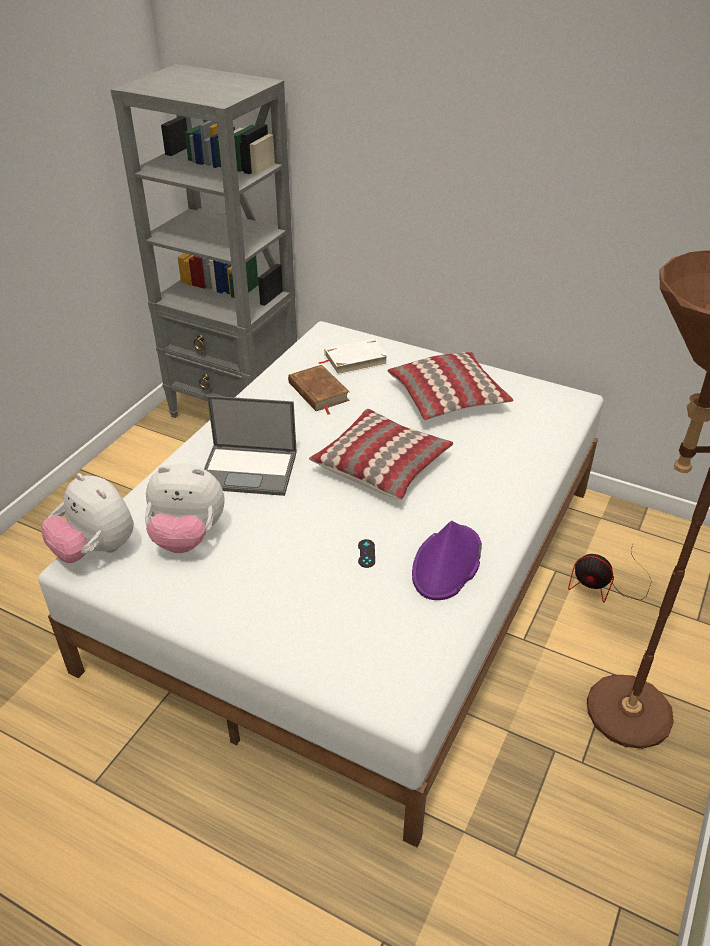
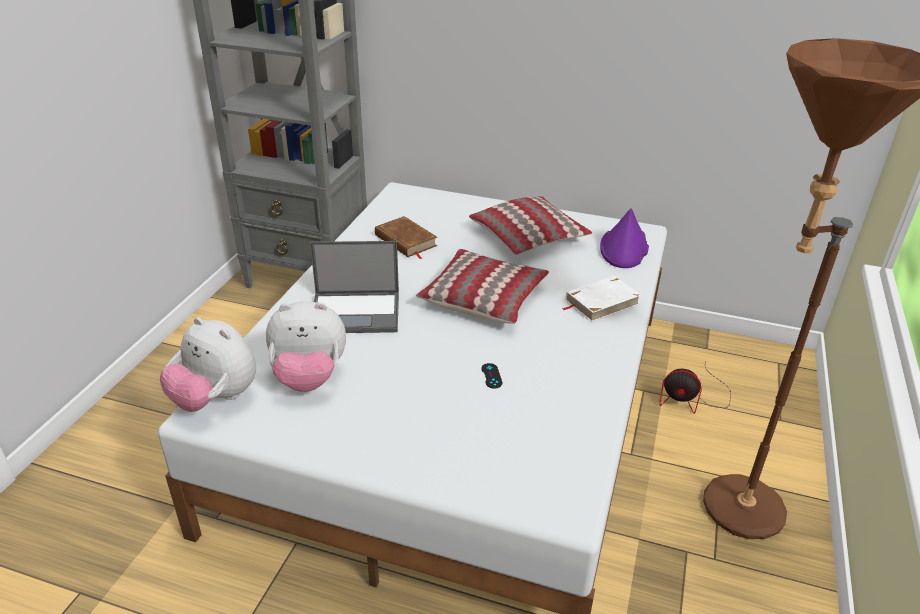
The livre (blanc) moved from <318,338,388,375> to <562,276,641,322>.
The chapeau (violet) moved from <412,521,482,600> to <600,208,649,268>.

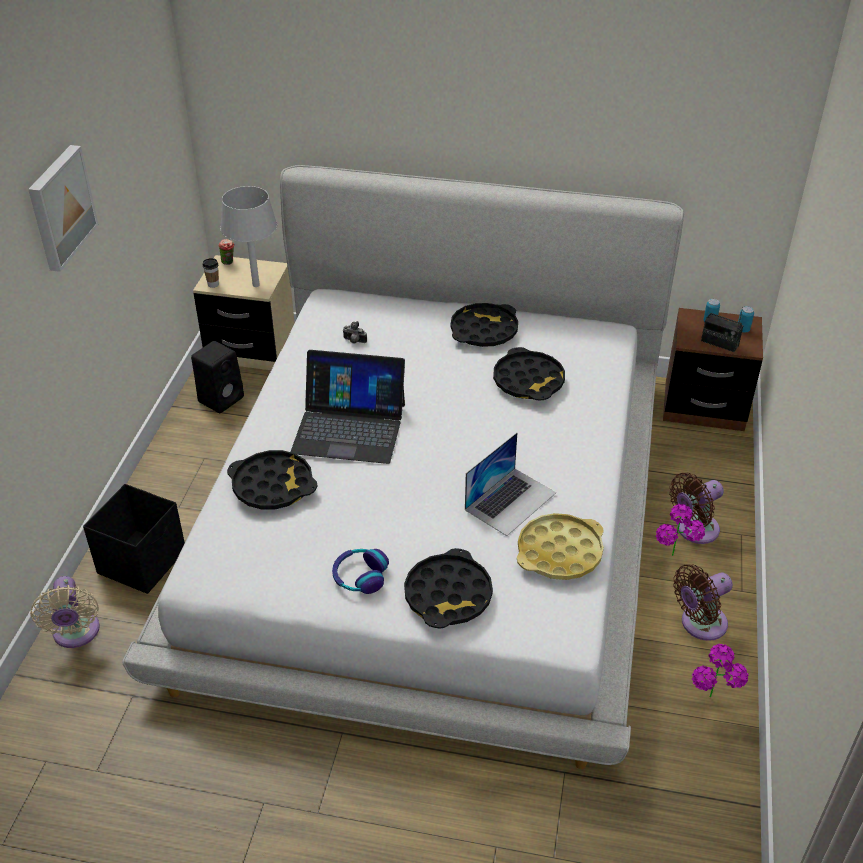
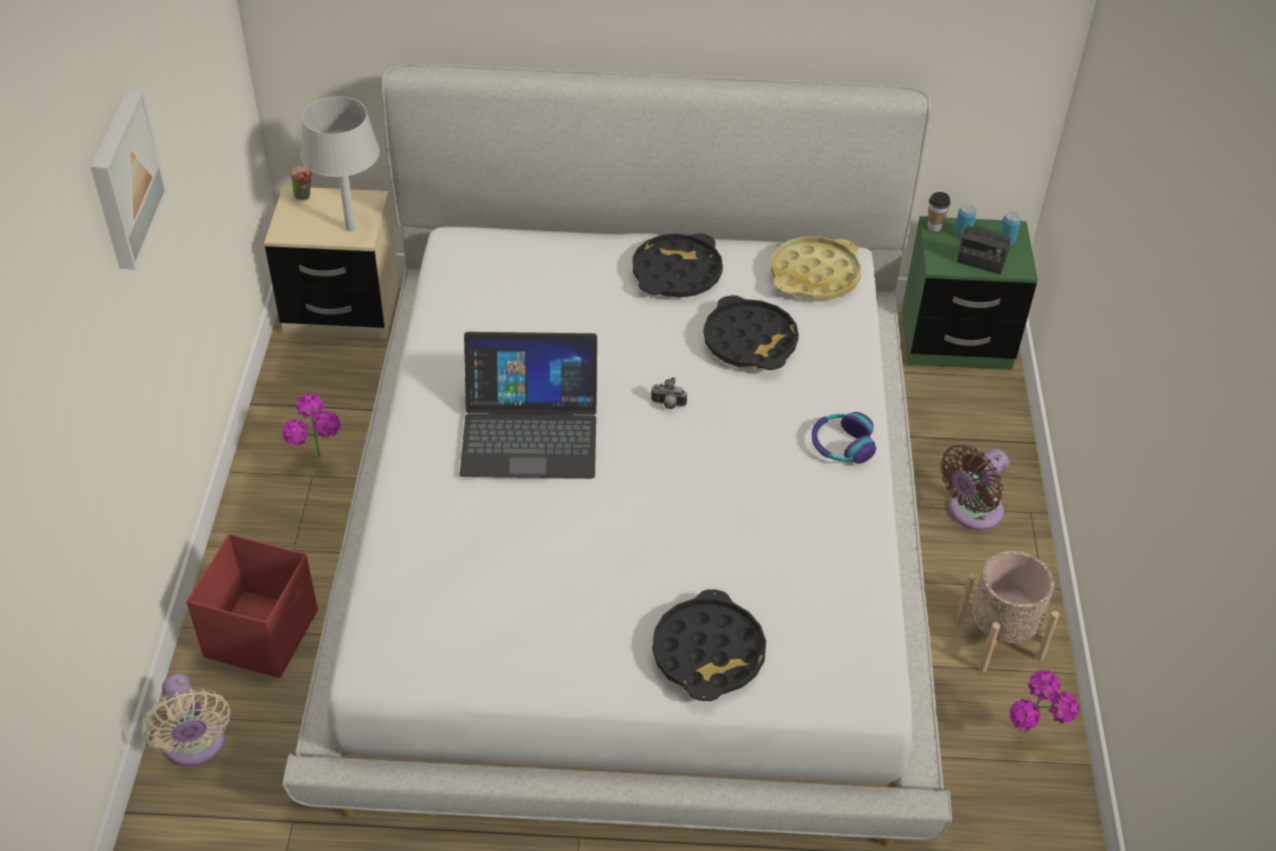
The boîte de rangement (noir) at <83,484,185,594> became the boîte de rangement (rouge) at <186,534,318,678>.
The plante en pot moved from <656,504,705,556> to <282,393,341,457>.
The appareil photo moved from <342,321,367,343> to <651,377,687,409>.
The plateau (jaune) moved from <517,513,604,580> to <771,236,861,300>.
The casque audio moved from <332,549,389,594> to <812,412,876,464>.
The table de chevet (marron) at <663,308,763,431> became the table de chevet (vert) at <902,216,1038,370>.
The tasse moved from <203,258,219,288> to <927,192,950,231>.
The ventilateur (marron) at <673,564,733,641> was replaced by the cache-pot (beige) at <956,551,1059,673>.
The enceinte (noir) at <191,341,244,413> disappeared.
The plateau (noir) at <227,450,317,509> disappeared.
The ordinateur portable at <465,432,556,536> disappeared.

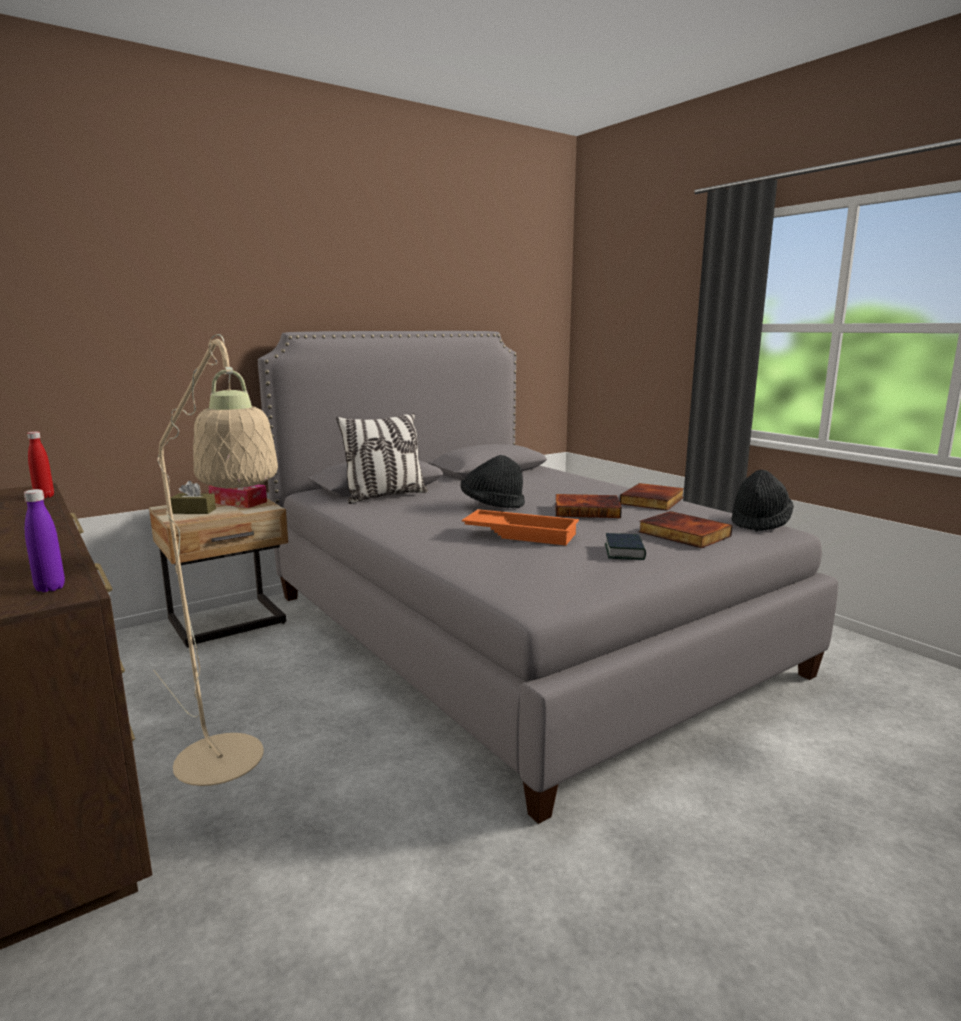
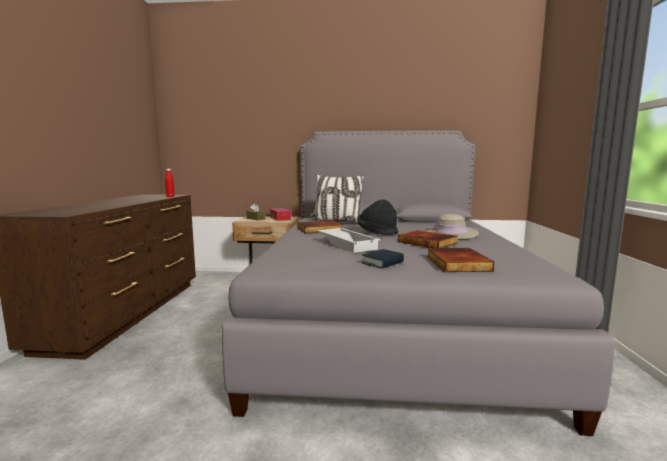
The livre moved from <620,483,684,511> to <297,221,342,234>.
The plateau (orange) at <462,509,579,546> became the plateau (blanc) at <317,228,380,253>.
The chapeau (beige) at <426,214,479,239> appeared.
The bouteille (violet) at <24,489,65,592> disappeared.
The lampadaire (beige) at <153,334,278,786> disappeared.
The chapeau (noir) at <732,470,794,531> disappeared.

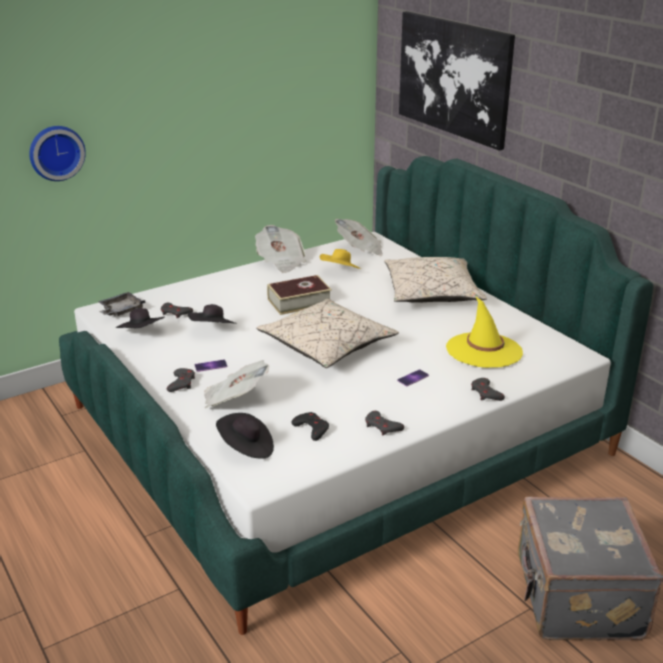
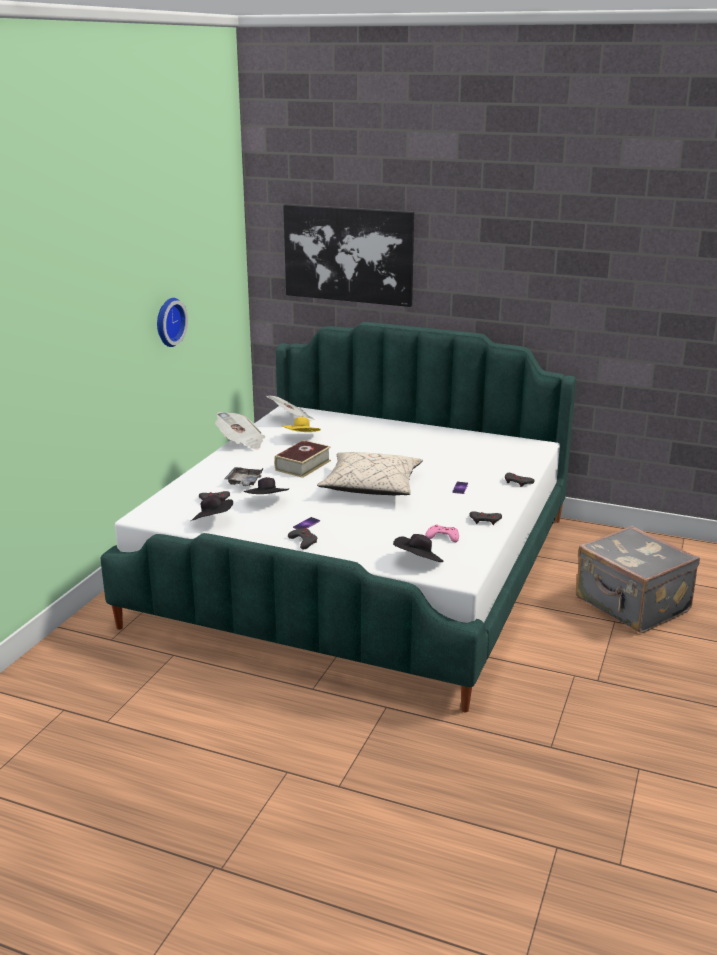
The horloge murale moved from <29,126,86,181> to <157,298,188,347>.
The plateau (gris) moved from <98,292,146,316> to <224,467,263,486>.
The manette (noir) at <291,412,329,441> became the manette (rose) at <425,524,459,542>.
The journal at <204,360,269,408> disappeared.
The coussin (beige) at <384,257,487,303> disappeared.
The chapeau (jaune) at <446,297,523,368> disappeared.

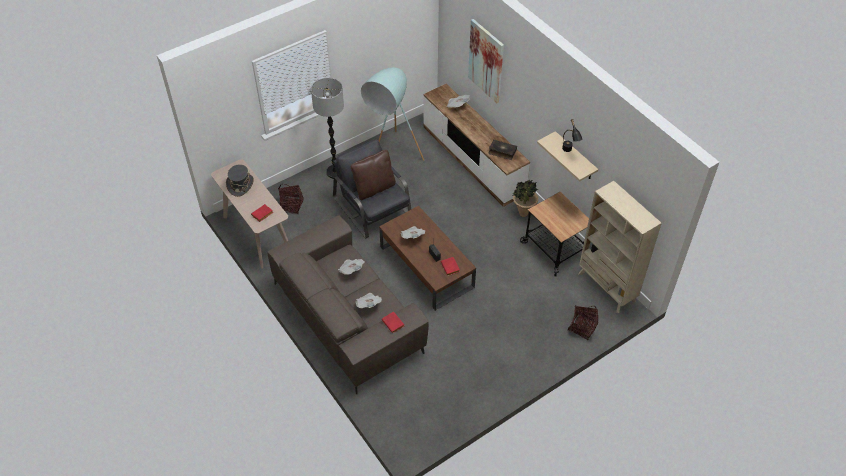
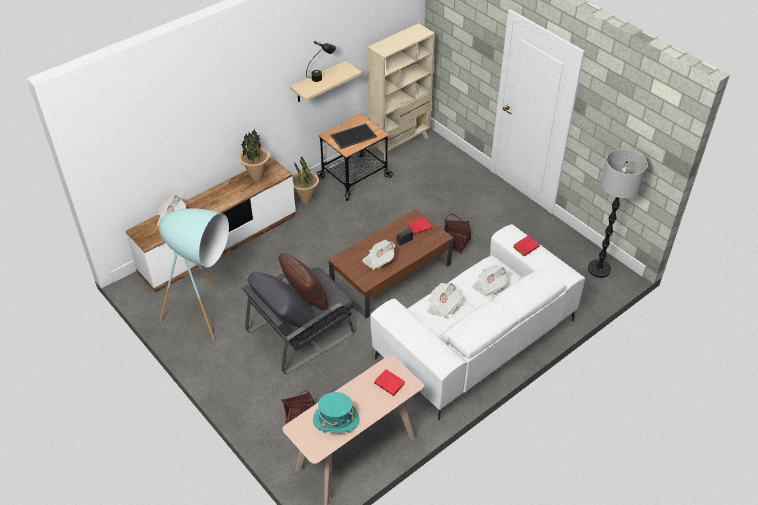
The livre at <488,140,517,160> was replaced by the plante en pot at <239,129,269,181>.
The chapeau (gris) at <226,164,254,197> became the chapeau (turquoise) at <313,392,360,433>.
The plateau at <330,123,377,149> appeared.
The canapé (marron) at <267,215,429,394> became the canapé (blanc) at <370,224,585,420>.
The panier moved from <568,305,598,340> to <444,214,471,254>.
The lampadaire moved from <311,78,344,179> to <588,149,648,278>.
The tableau at <468,19,504,103> disappeared.

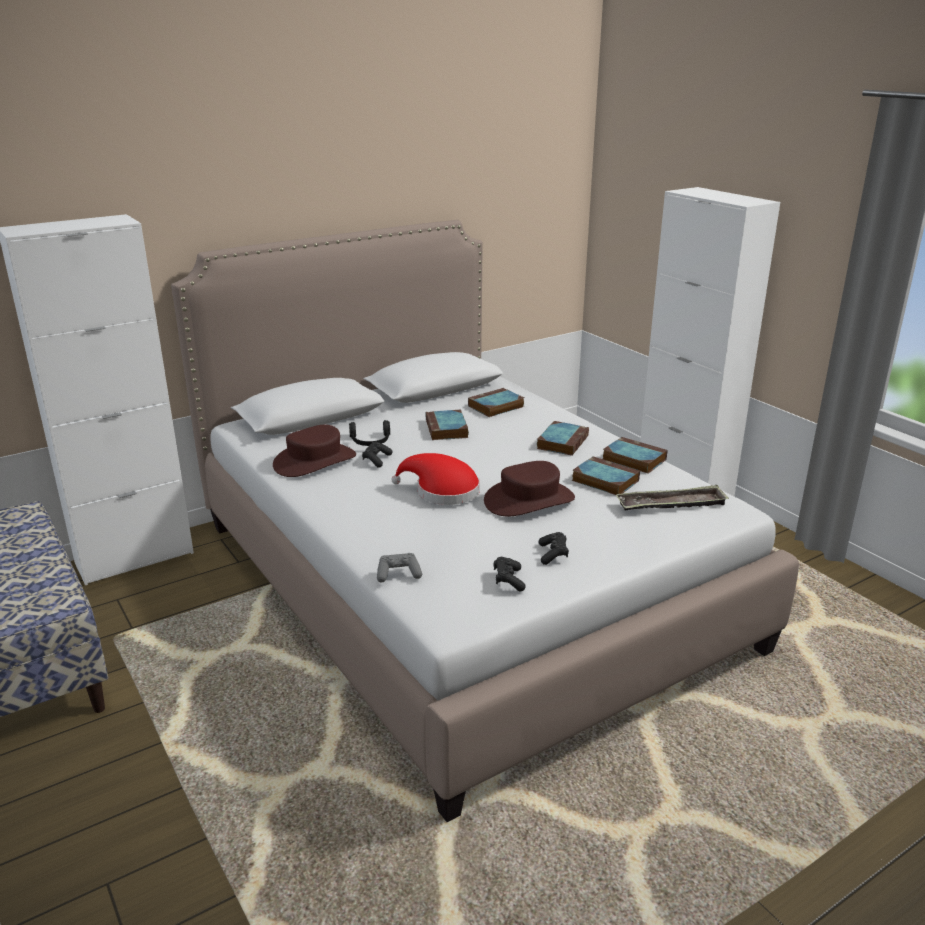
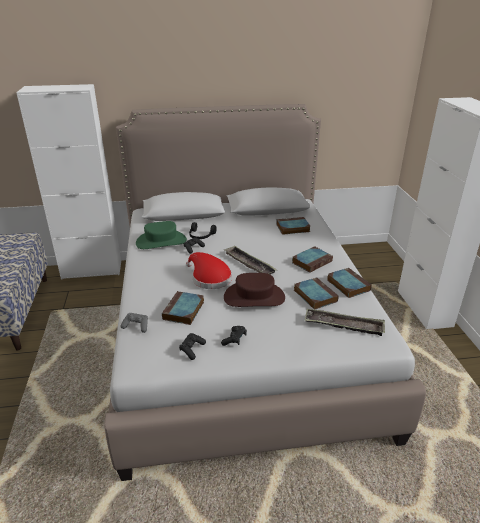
The chapeau (marron) at <273,425,356,477> became the chapeau (vert) at <136,221,187,249>.
The livre moved from <425,410,469,440> to <162,291,204,325>.
The plateau at <224,246,277,275> appeared.

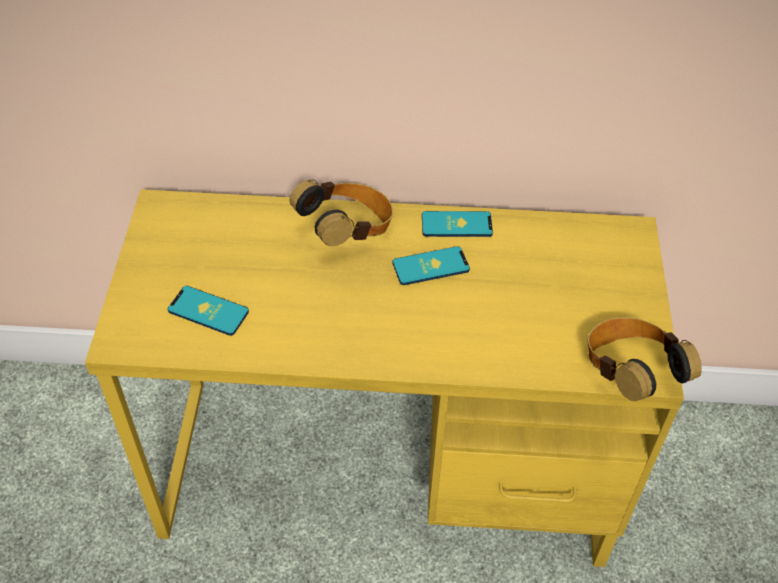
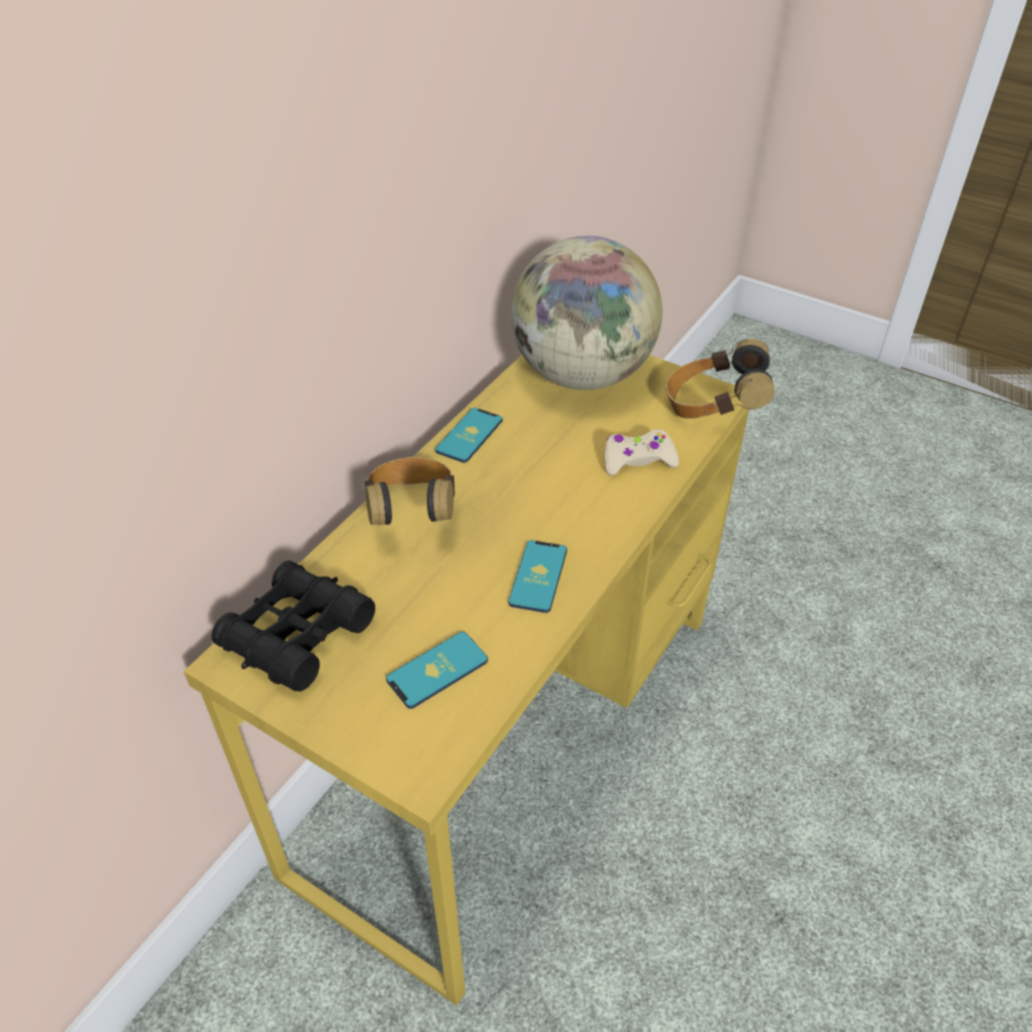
The jumelles (noir) at <212,560,375,691> appeared.
The téléphone moved from <392,246,470,285> to <508,540,567,613>.
The globe at <511,236,662,390> appeared.
The manette (beige) at <604,429,679,476> appeared.

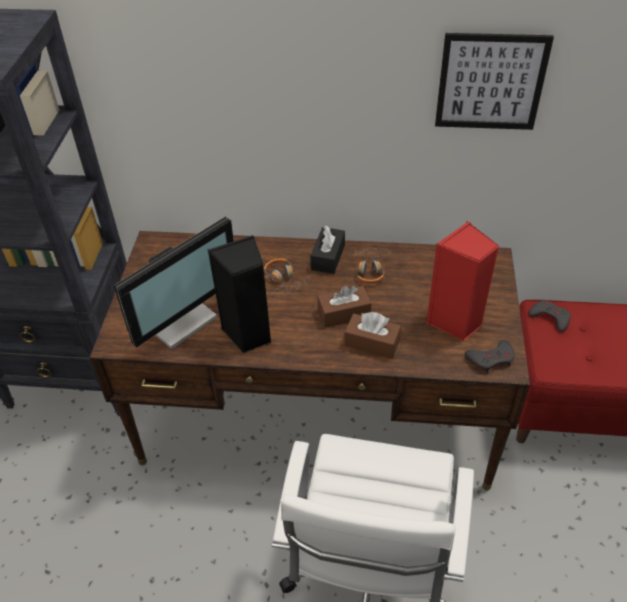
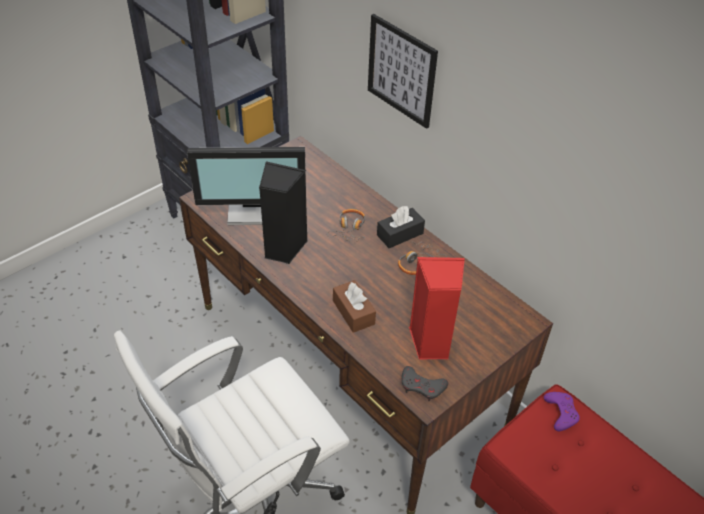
The tableau moved from <435,33,554,130> to <368,14,438,129>.
The manette (gris) at <528,300,570,332> became the manette (violet) at <544,392,580,431>.
The boîte à mouchoirs (marron) at <317,286,372,328> disappeared.

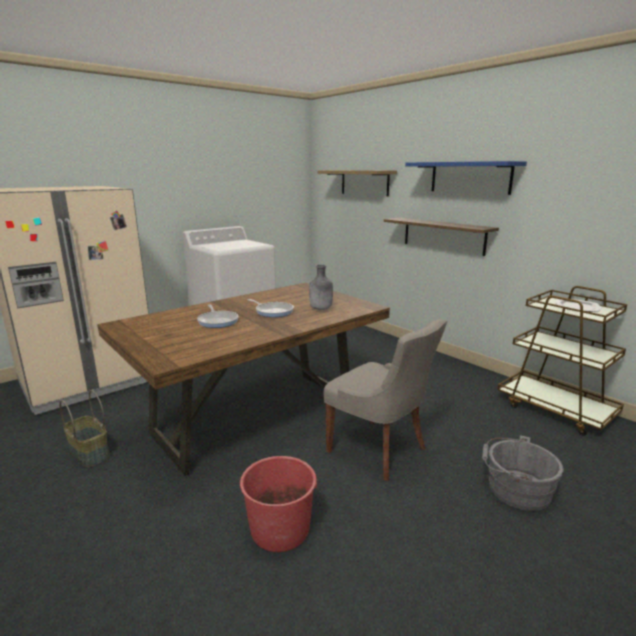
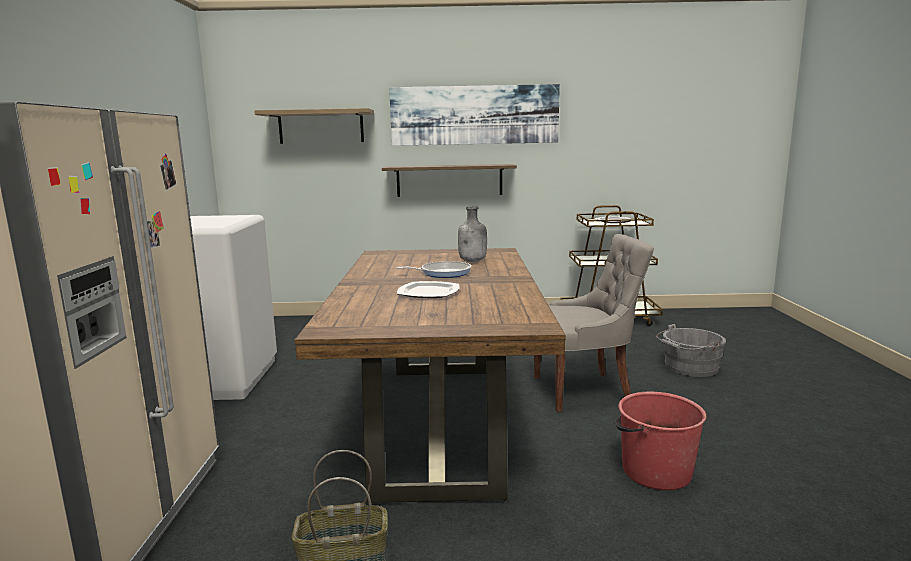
The étagère (bleu) at <405,161,527,195> was replaced by the tableau at <389,84,560,146>.
The poêle at <197,305,238,328> was replaced by the assiette at <397,281,460,298>.

